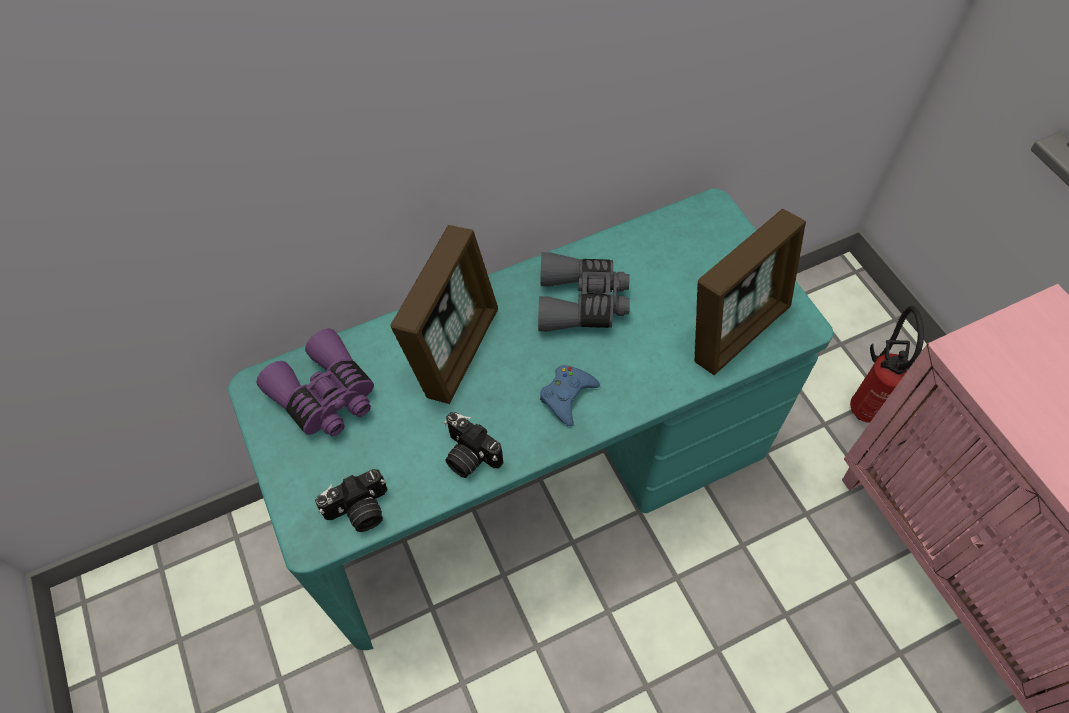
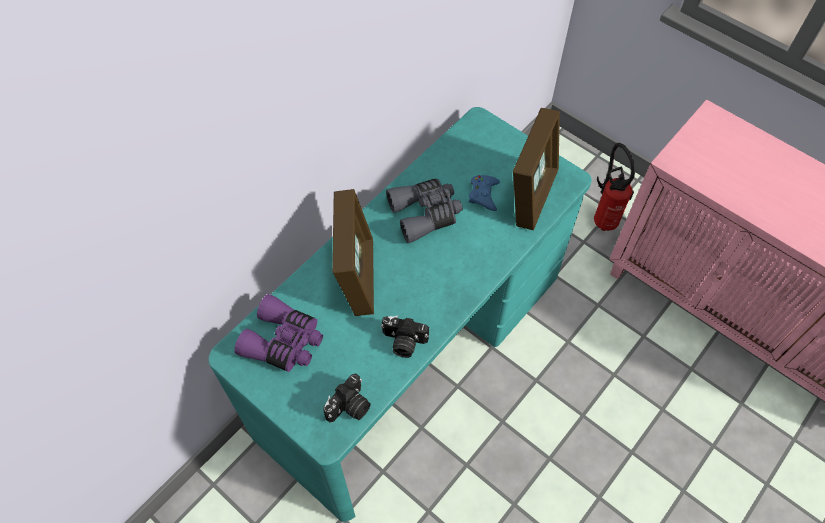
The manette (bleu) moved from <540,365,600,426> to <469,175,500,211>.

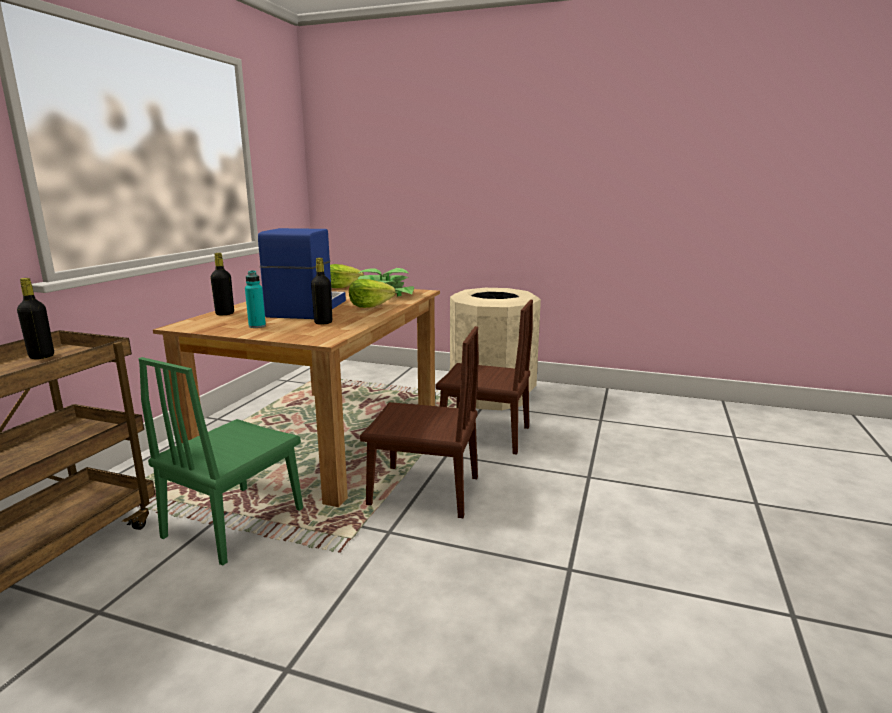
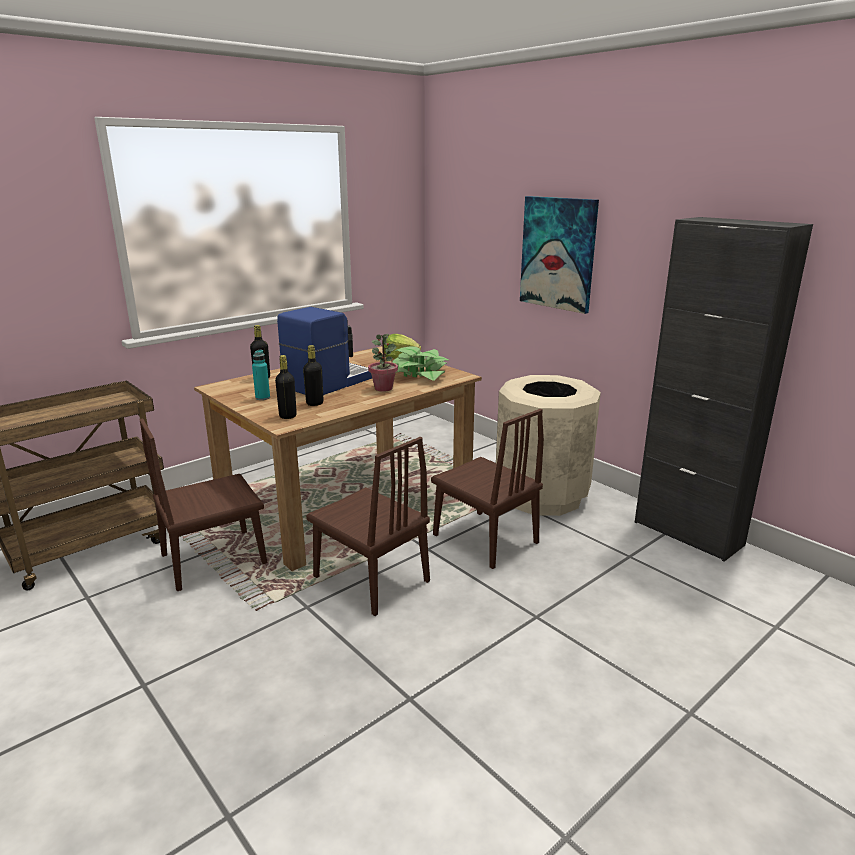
The chaise (vert) at <139,357,303,566> became the chaise (marron) at <139,418,268,591>.
The bouteille (noir) moved from <17,278,54,359> to <275,355,297,419>.
The laitue at <349,279,396,308> was replaced by the plante en pot at <368,334,398,392>.
The tableau at <520,196,599,314> appeared.
The meuble de rangement (noir) at <635,217,813,562> appeared.

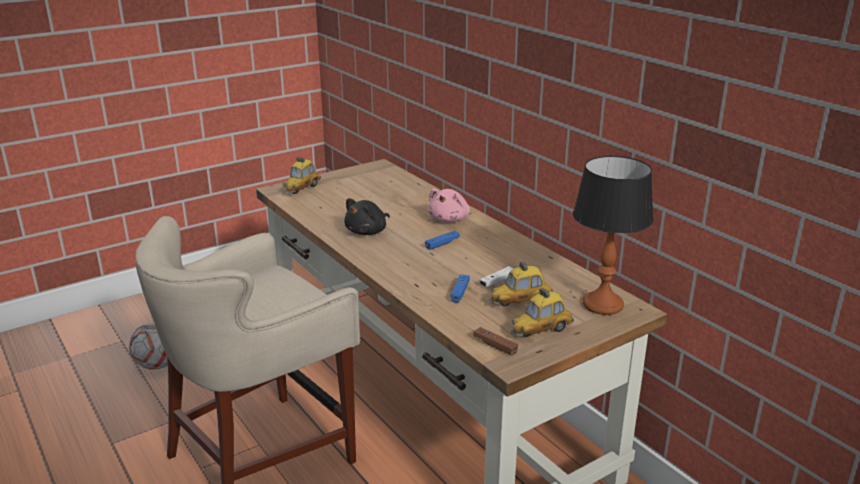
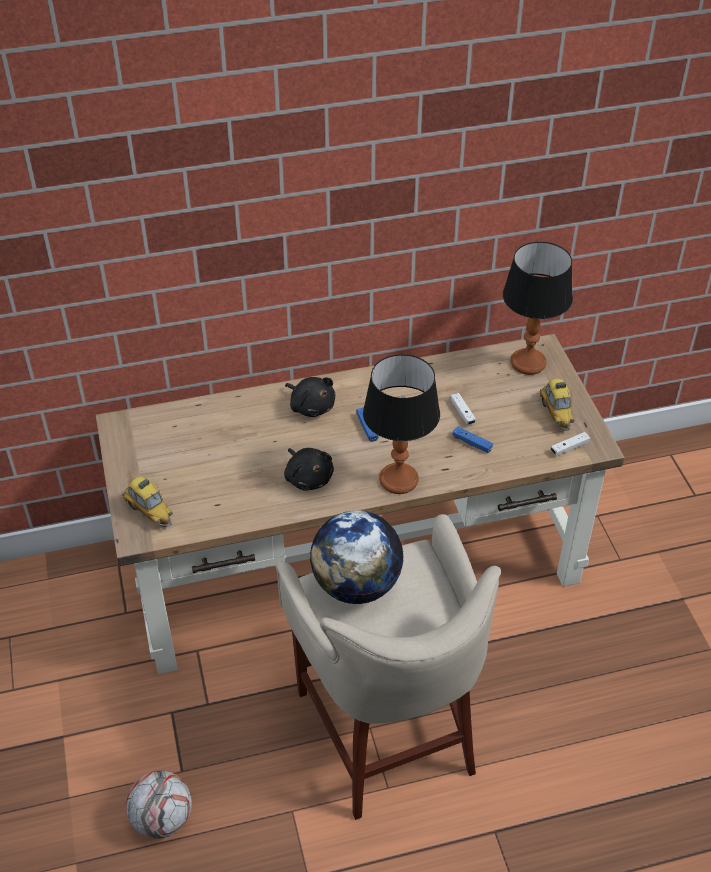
The peluche (rose) at <428,188,470,222> became the peluche (noir) at <285,377,335,417>.
The globe at <310,510,404,604> appeared.
The lampe de table at <363,354,440,494> appeared.
The manette (marron) at <473,327,518,355> became the manette (blanc) at <551,432,590,455>.
The petite voiture at <490,262,553,306> disappeared.

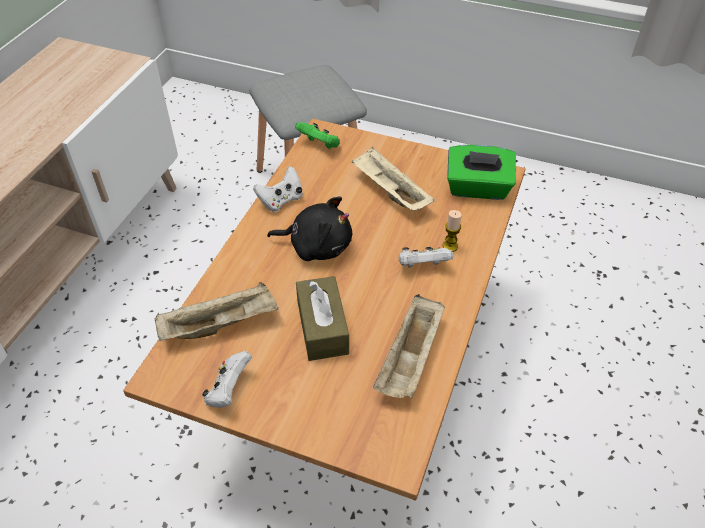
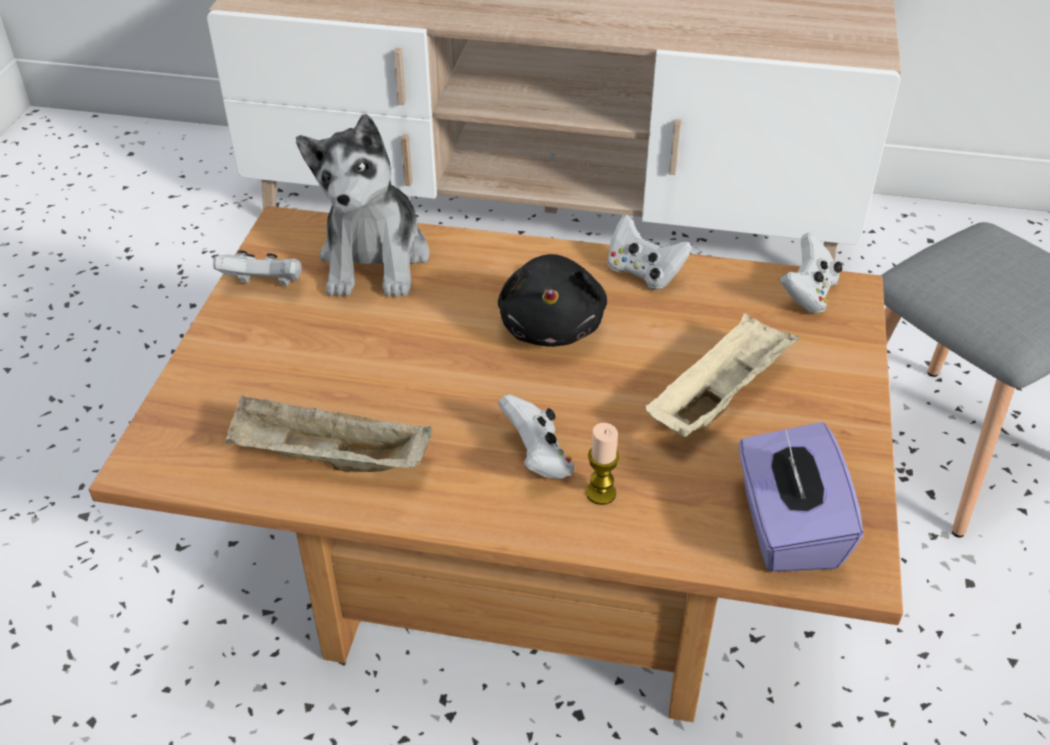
The plateau (beige) at <155,282,279,341> was replaced by the peluche at <296,114,429,297>.
The boîte à mouchoirs (vert) at <447,145,516,200> became the boîte à mouchoirs (violet) at <739,422,863,572>.
The manette (vert) at <295,122,340,149> became the manette (blanc) at <780,232,843,313>.
The boîte à mouchoirs (marron) at <296,276,349,361> disappeared.

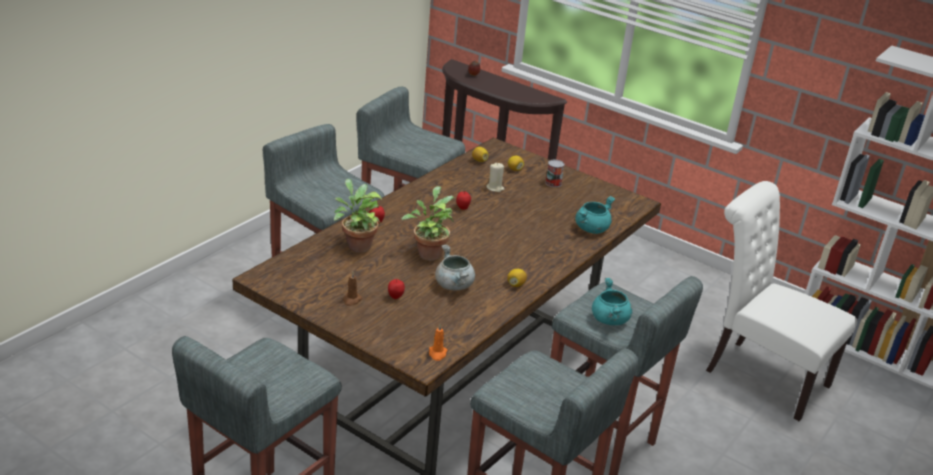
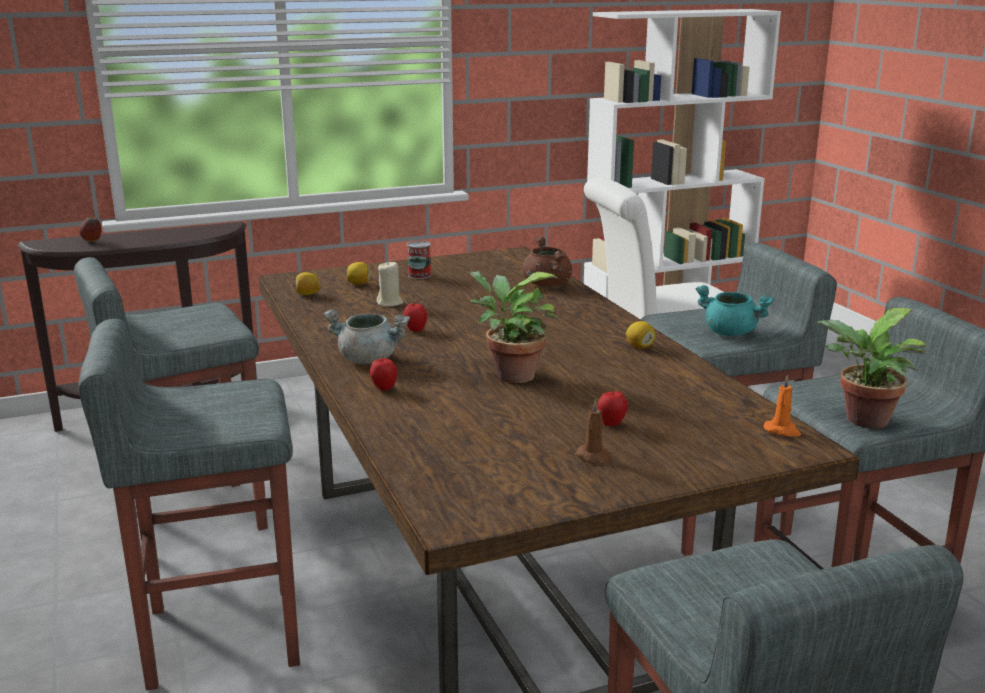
The marmite (gris) moved from <435,245,475,290> to <323,310,410,364>.
The marmite (turquoise) at <575,196,615,234> became the marmite (marron) at <523,236,572,286>.
The plante en pot moved from <334,179,382,253> to <815,308,927,429>.

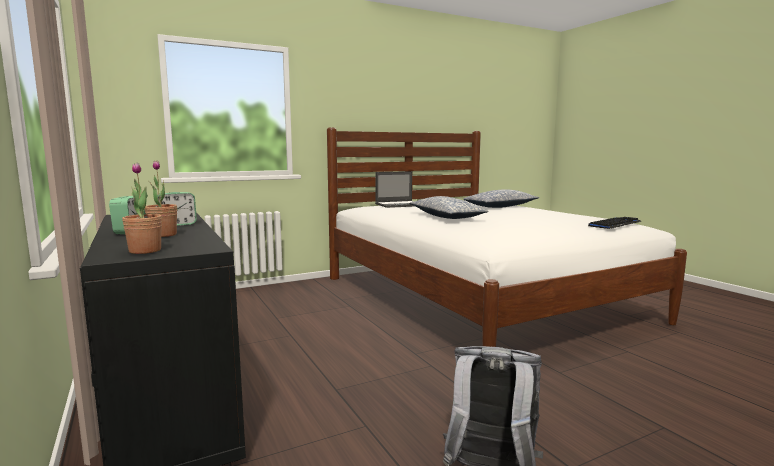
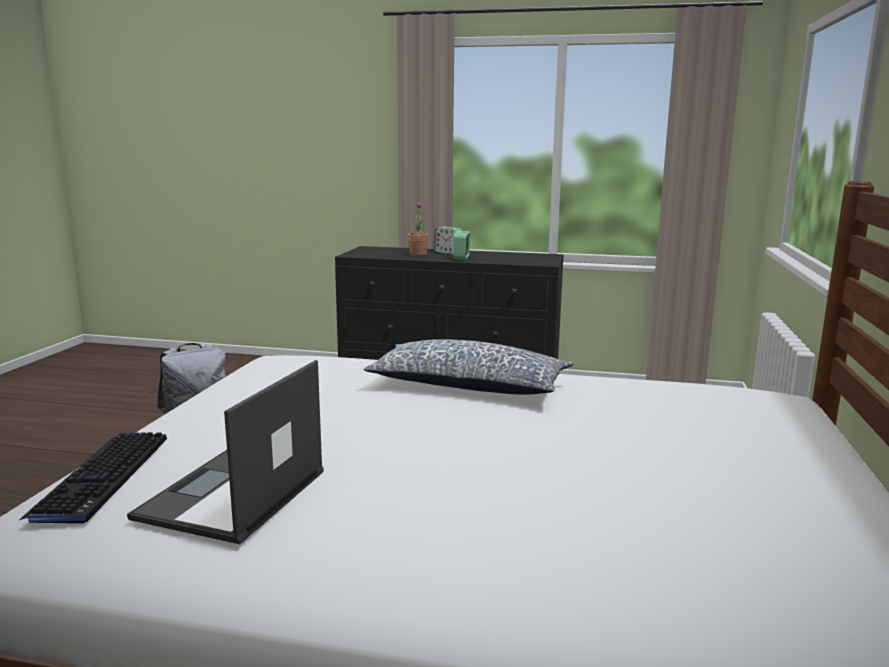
The ordinateur portable moved from <375,171,414,208> to <127,360,324,544>.
The plante en pot at <122,163,162,254> disappeared.
The coussin at <463,189,539,208> disappeared.

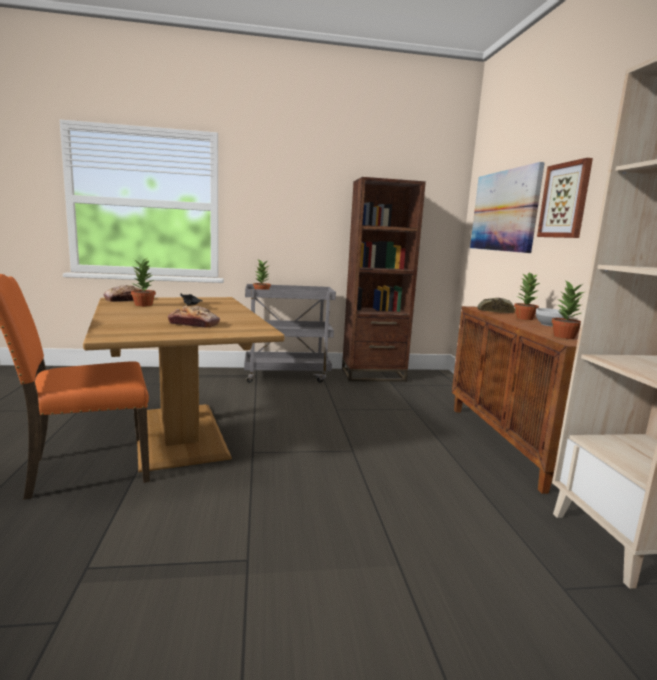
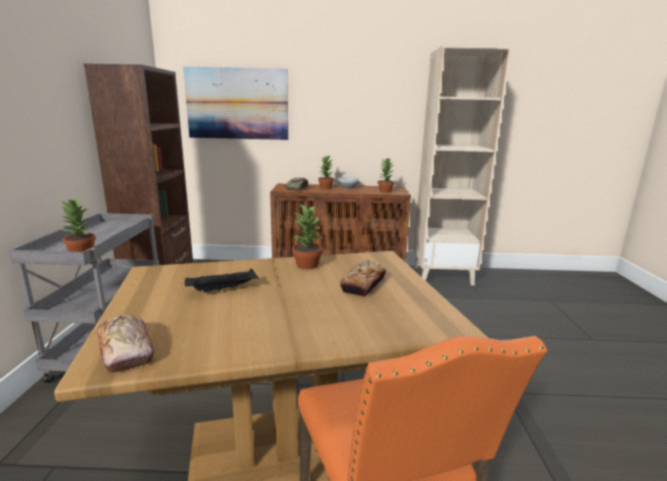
The plante en pot moved from <131,258,156,307> to <292,204,323,269>.
The tableau at <537,158,593,238> disappeared.

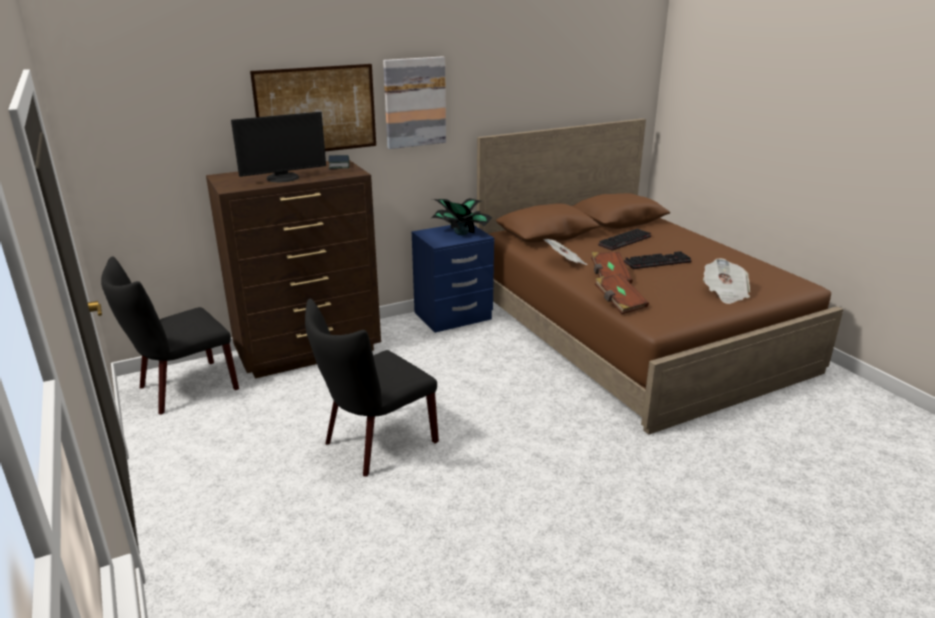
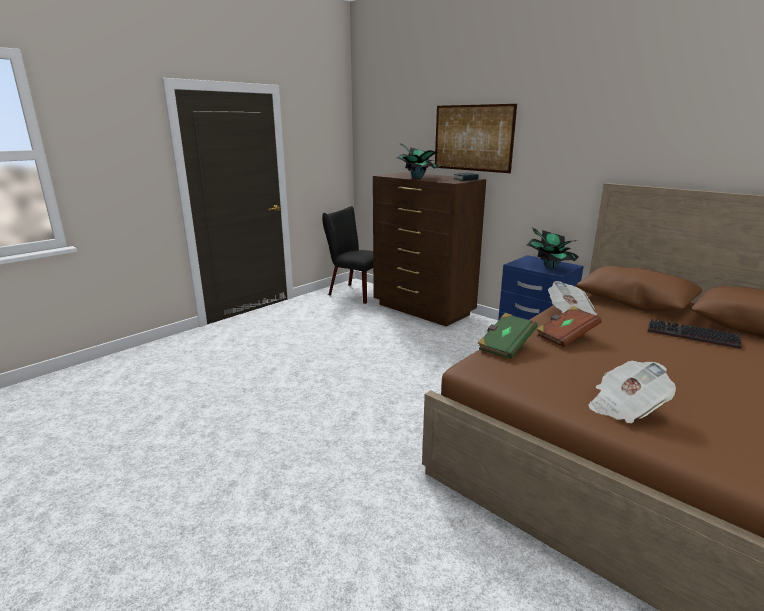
The écran d'ordinateur at <231,112,326,182> was replaced by the plante en pot at <394,143,440,178>.
The livre (marron) at <595,273,649,314> became the livre (vert) at <478,313,538,359>.
The chaise (noir) at <305,298,439,477> disappeared.
The tableau at <383,56,446,149> disappeared.
The clavier at <624,251,692,269> disappeared.

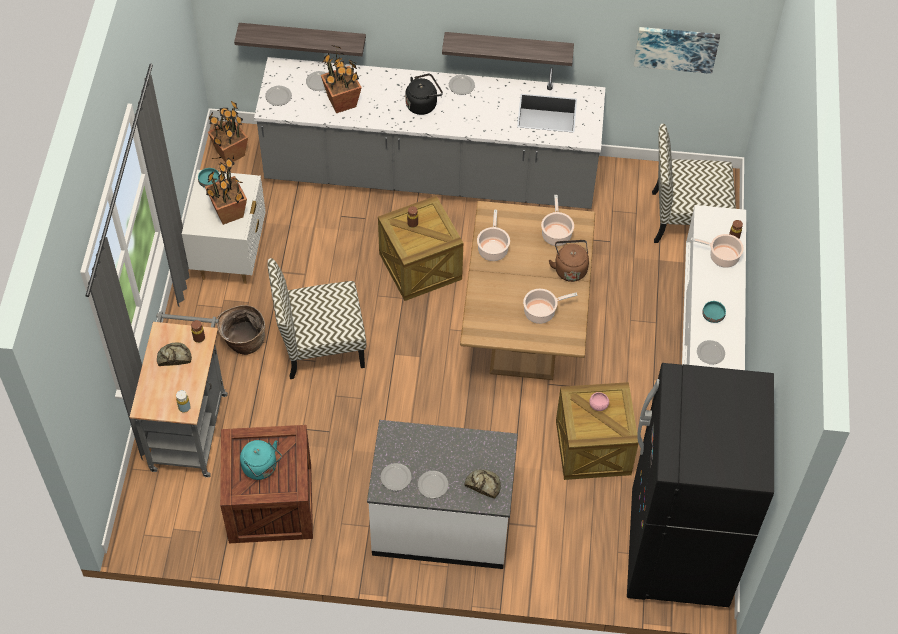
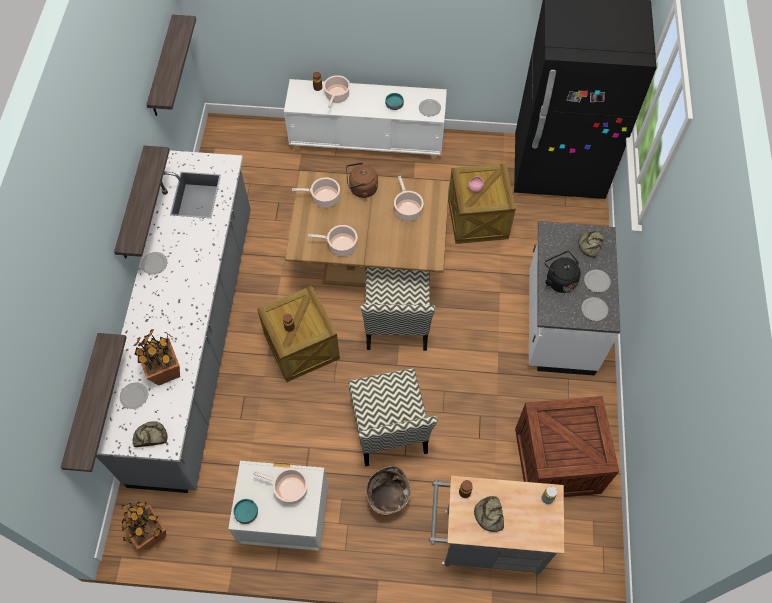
The assiette at <265,86,292,106> was replaced by the pain at <133,421,168,447>.
The tableau at <634,27,720,74> was replaced by the étagère at <146,15,196,116>.
The plante en pot at <205,157,247,225> was replaced by the marmite at <253,468,308,504>.
The chaise moved from <652,124,736,243> to <360,267,435,351>.
The bouilloire (noir) moved from <405,73,443,115> to <544,251,581,293>.
The bouilloire (turquoise) at <240,440,282,480> disappeared.

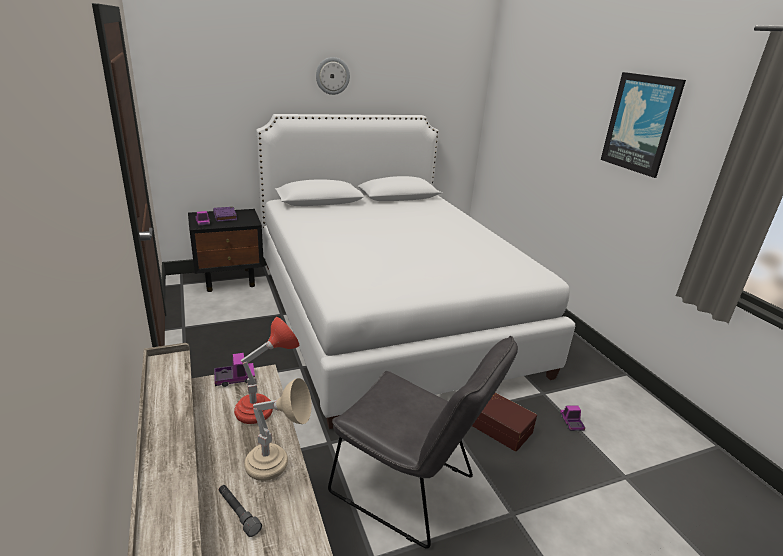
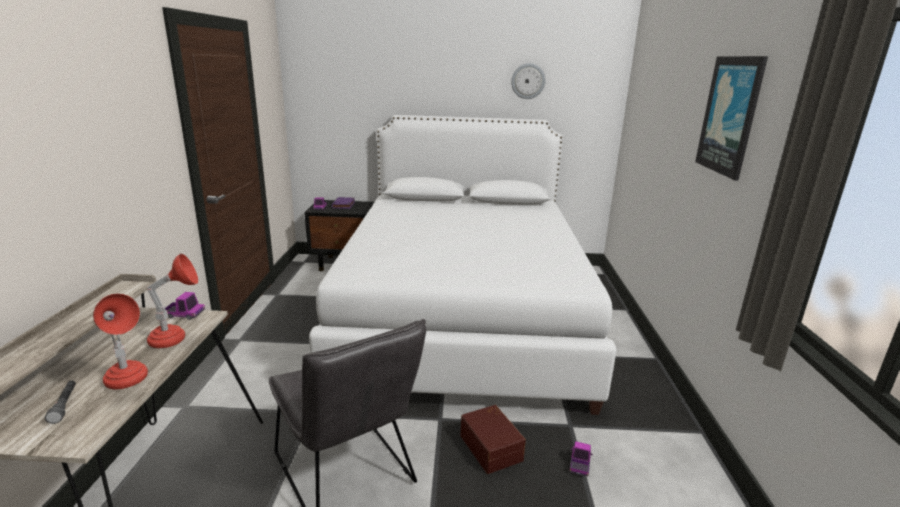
The lampe de table (beige) at <244,378,312,481> became the lampe de table (rouge) at <93,294,148,389>.
The horloge murale moved from <316,57,350,95> to <511,63,545,99>.

